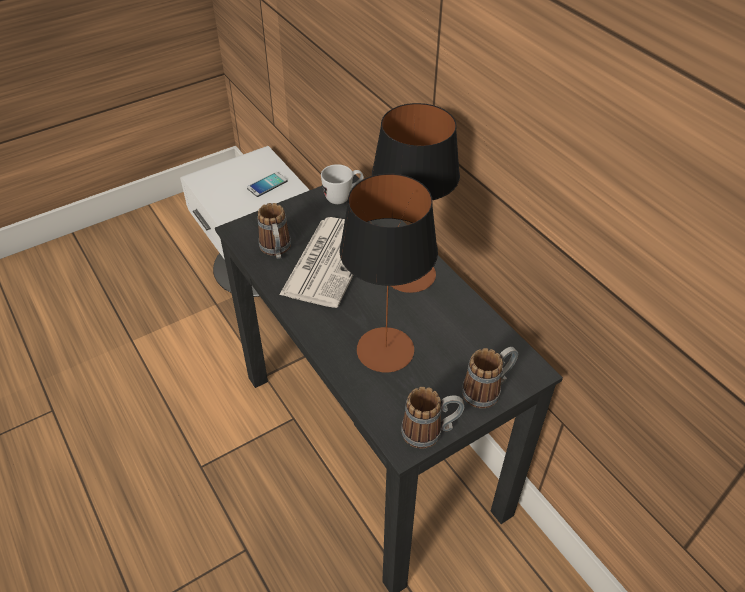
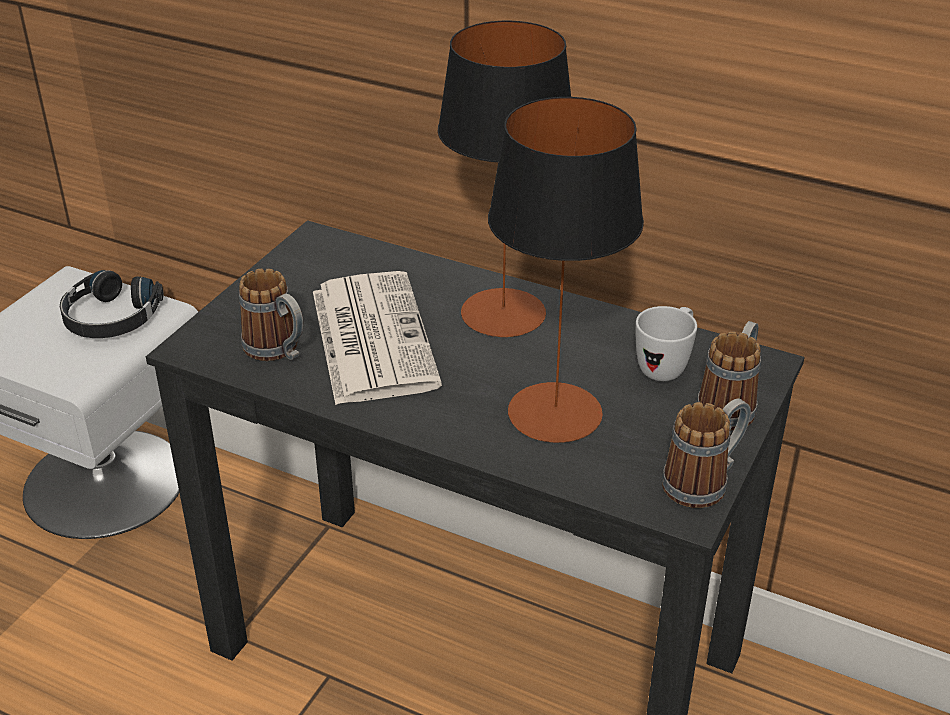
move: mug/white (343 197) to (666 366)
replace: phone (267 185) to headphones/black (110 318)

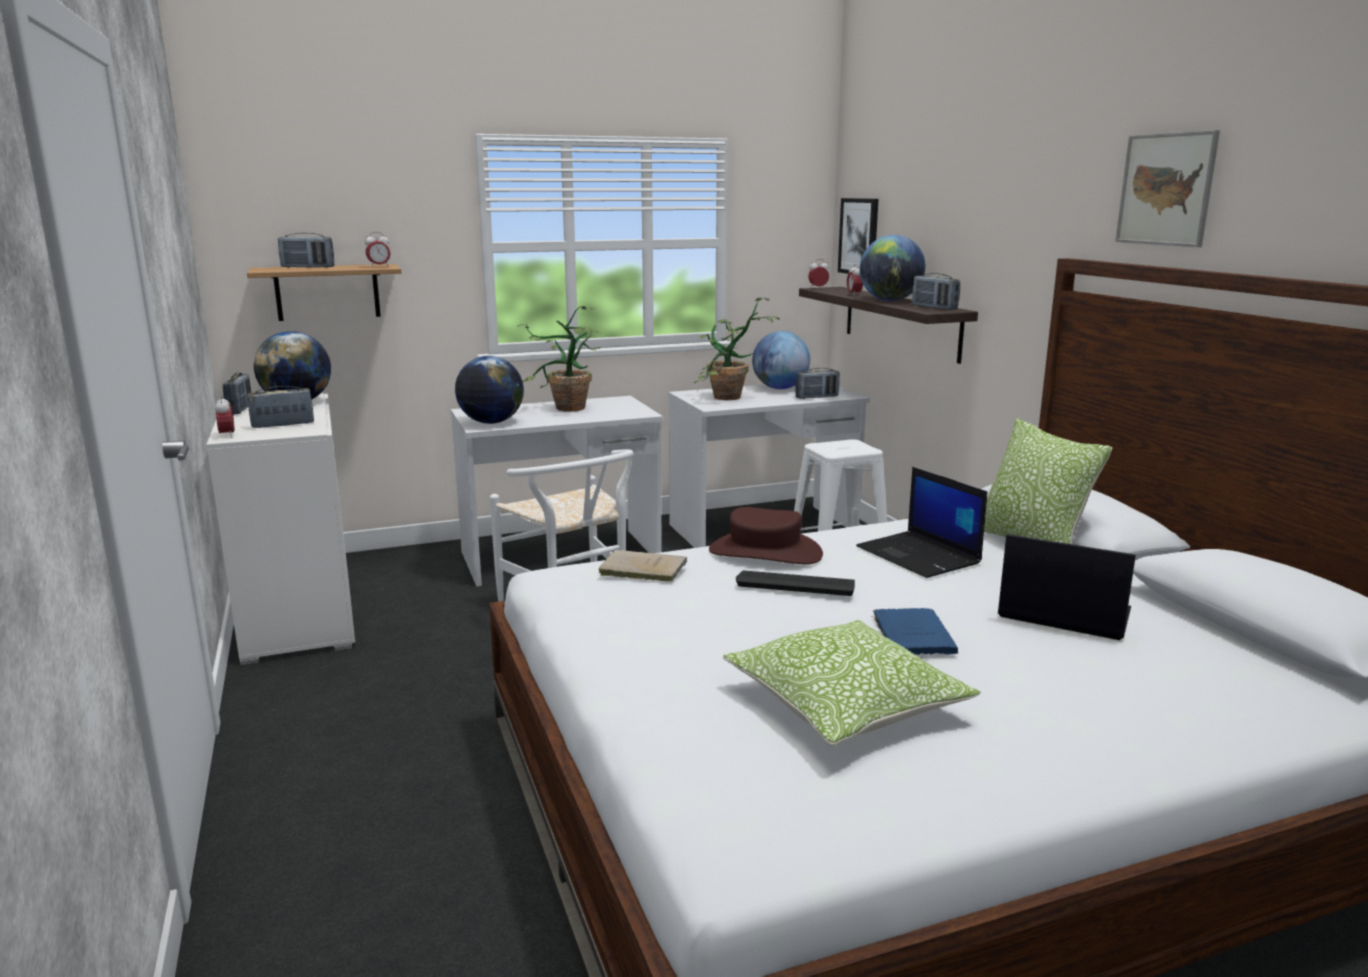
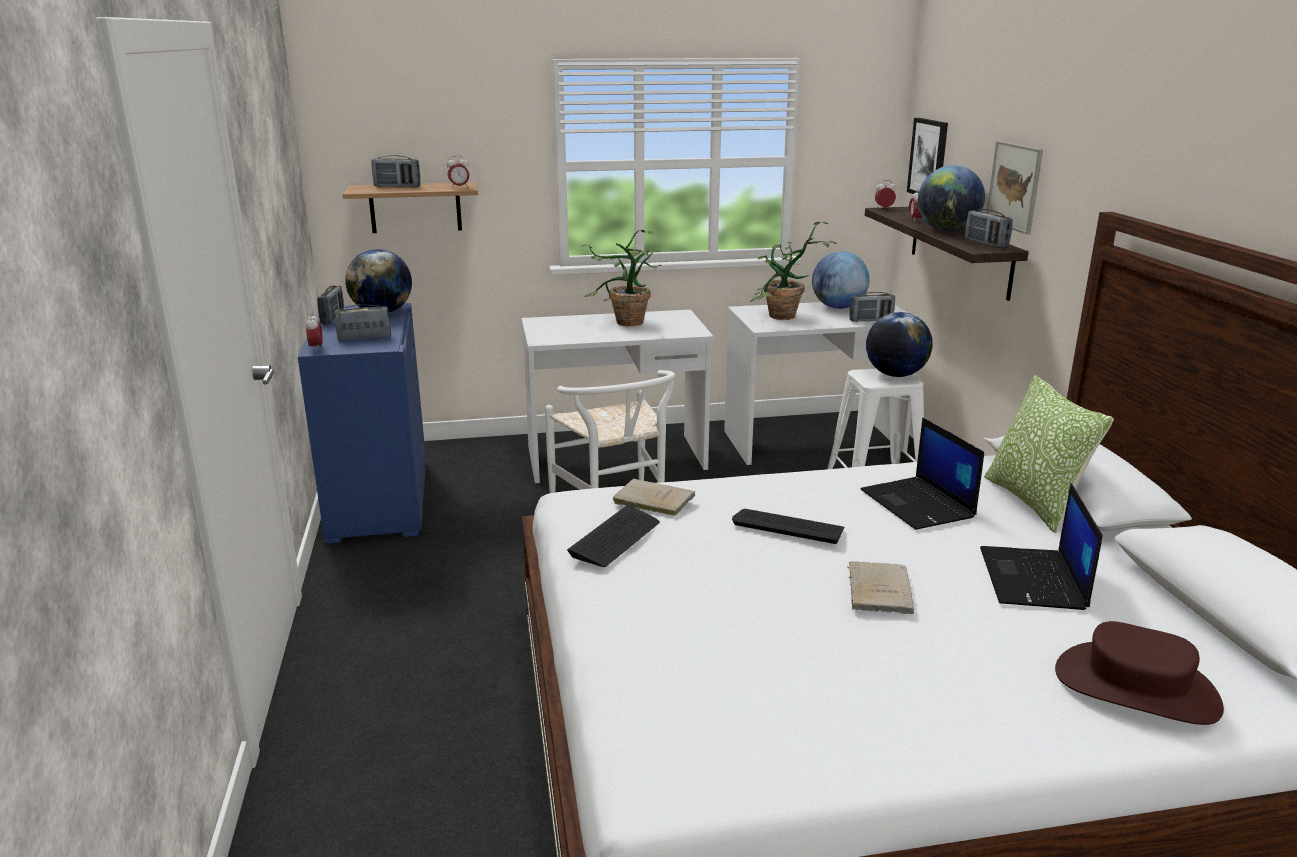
delete: pillow (845 705)
insert: keyboard (615 538)
move: globe (491 422) to (895 375); hat/brown (765 552) to (1135 688); picture (1166 189) to (1014 186)
recolor: dresser/white (297 615) to dresser/blue (377 500); book/blue (912 634) to book/beige (879 589)
rotate: laptop (1062 613) = (1034 579) 120 degrees counterclockwise

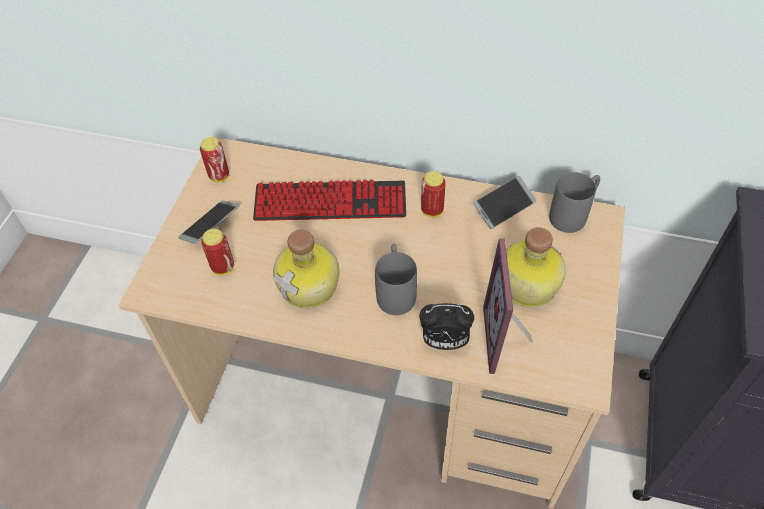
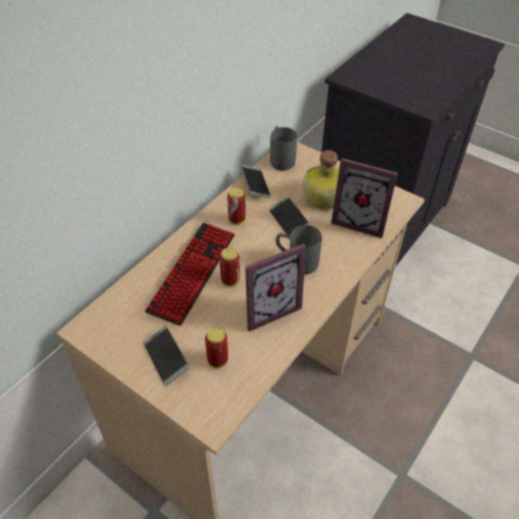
delete: alarm clock (444 342)
insert: phone (288 221)
move: can (219 176) to (230 280)
replace: bottle (311 286) to picture frame (267 307)

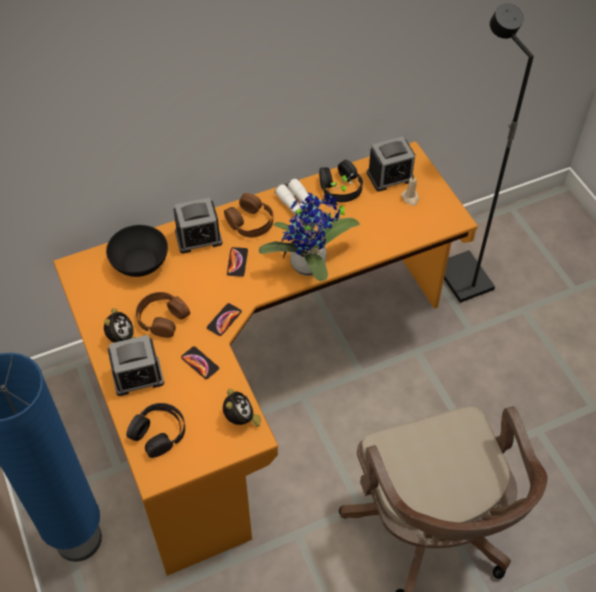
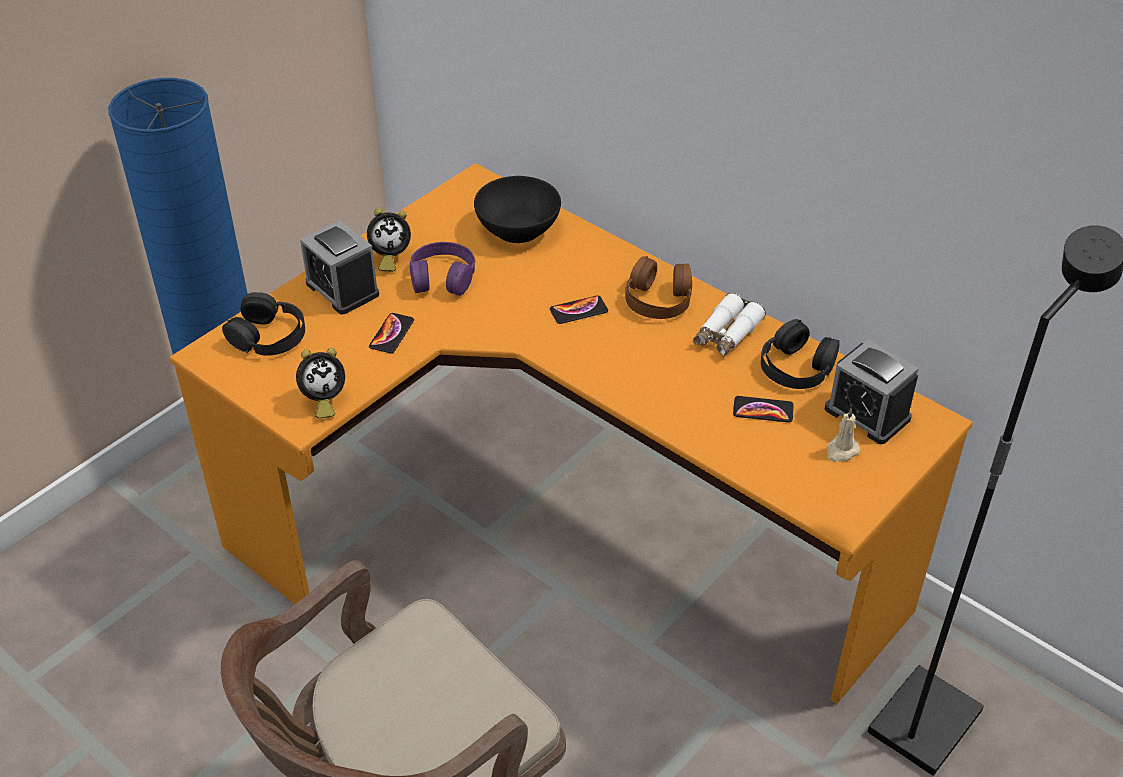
delete: alarm clock (198 238); potted plant (311 267)
move: phone (224 320) to (763 410)
recolor: headphones/brown (162 318) to headphones/purple (442 277)

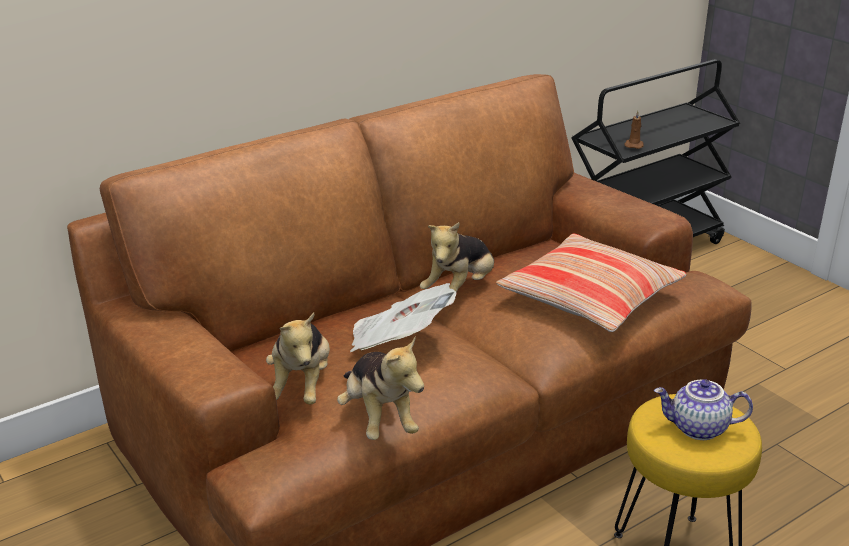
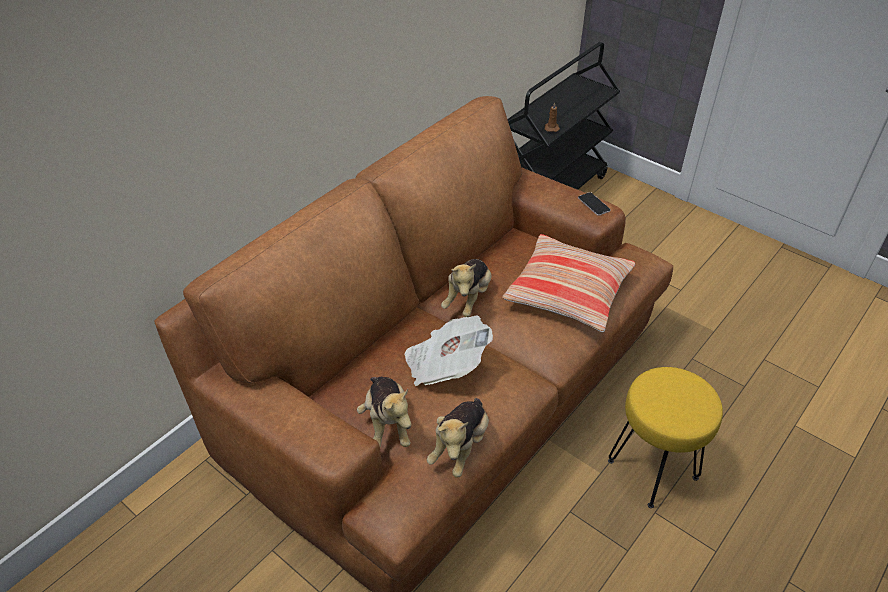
delete: teapot (698 429)
insert: phone (594 204)
rotate: plush toy (378 419) = (460 446) 60 degrees clockwise

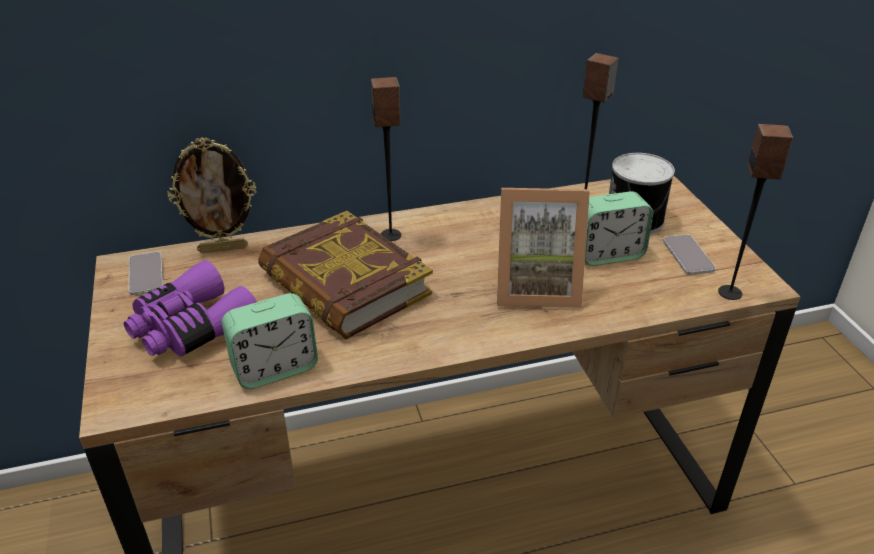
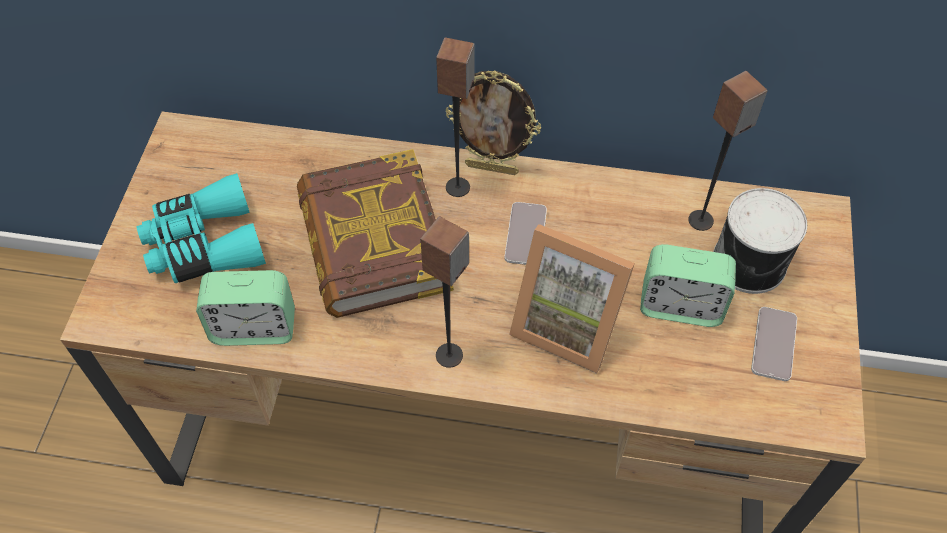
move: phone (146 274) to (525 234); picture frame (223 248) to (492 168); speaker (730 293) to (449 355)
recolor: binoculars/purple (191 328) to binoculars/turquoise (204 244)

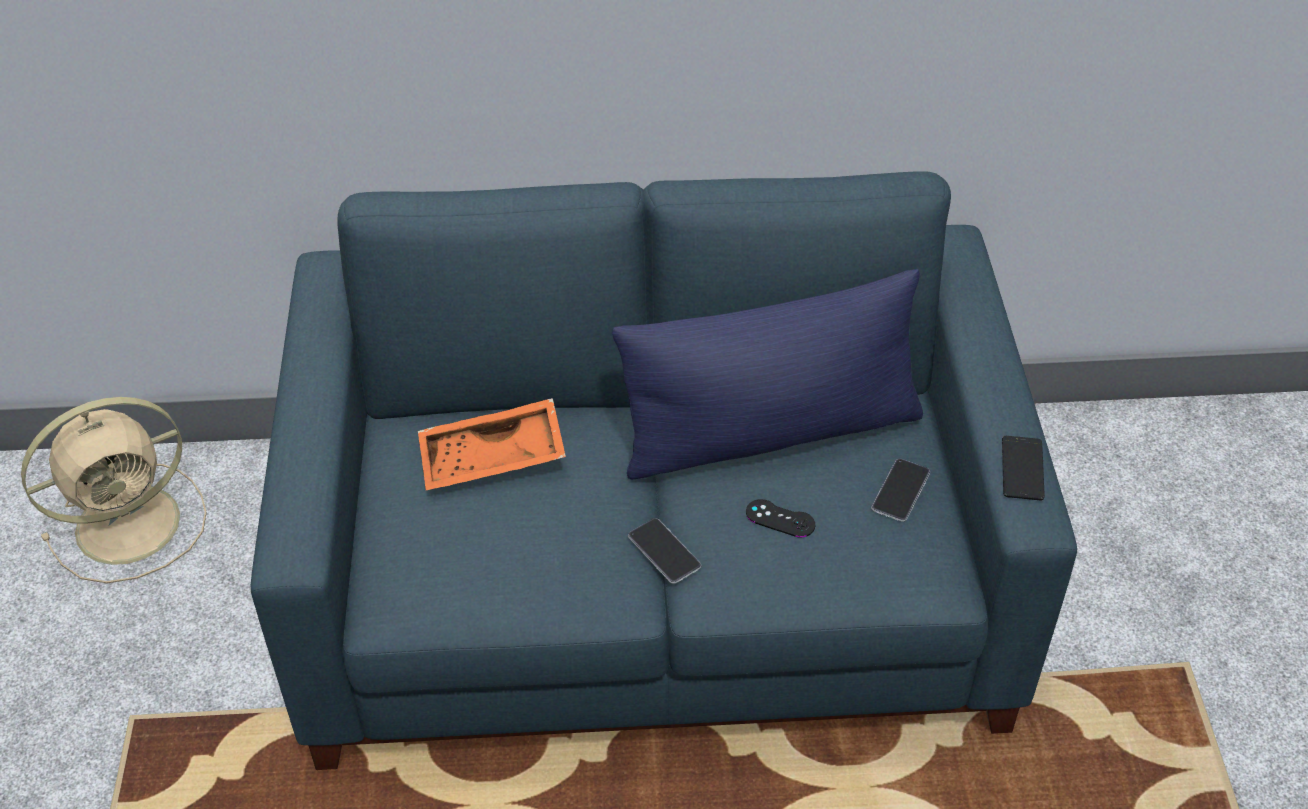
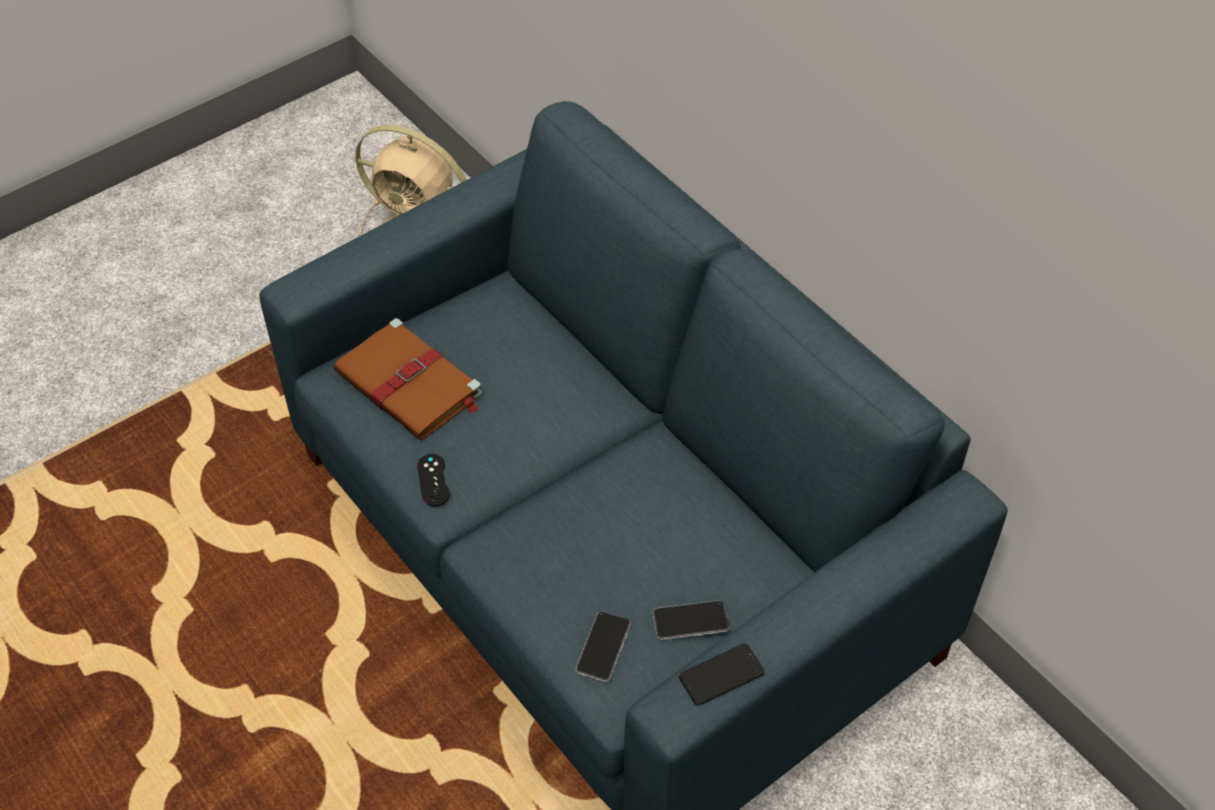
delete: tray/orange (492 460); pillow/blue (770 433)
insert: book/brown (410 385)
move: phone (664 552) to (603 647); game controller/black (780 518) to (433 480)

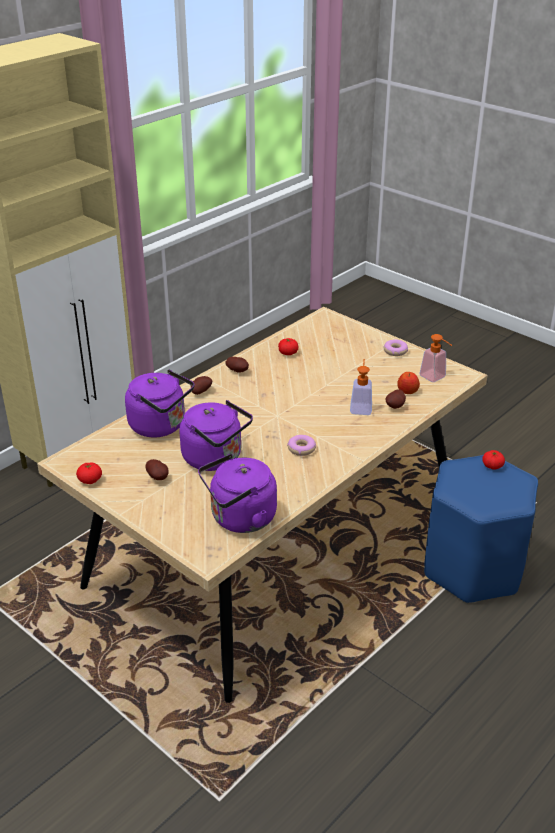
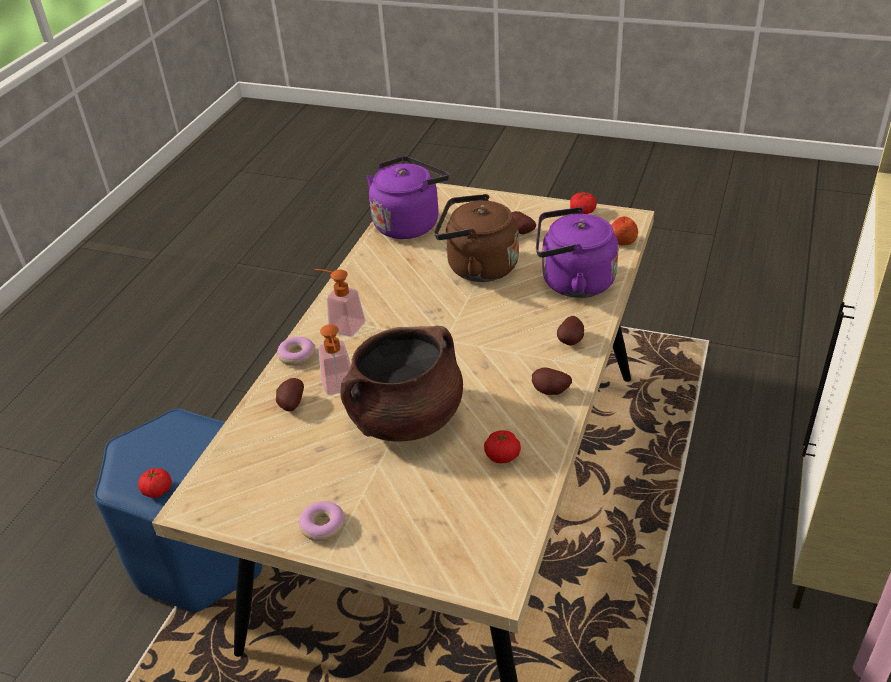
insert: cooking pot/brown (406 419)
move: donut (301 449) to (297 355); apple (407 391) to (622 241); soap dispenser (435 378) to (341 325)
recolor: kettle/purple (216 458) to kettle/brown (477 267)

